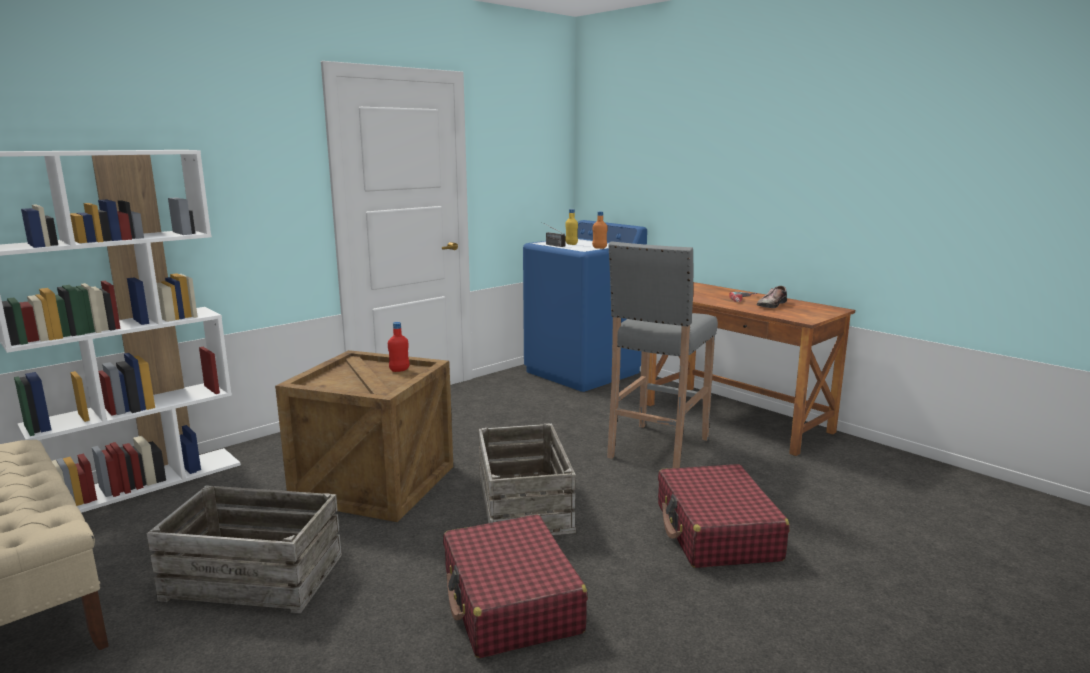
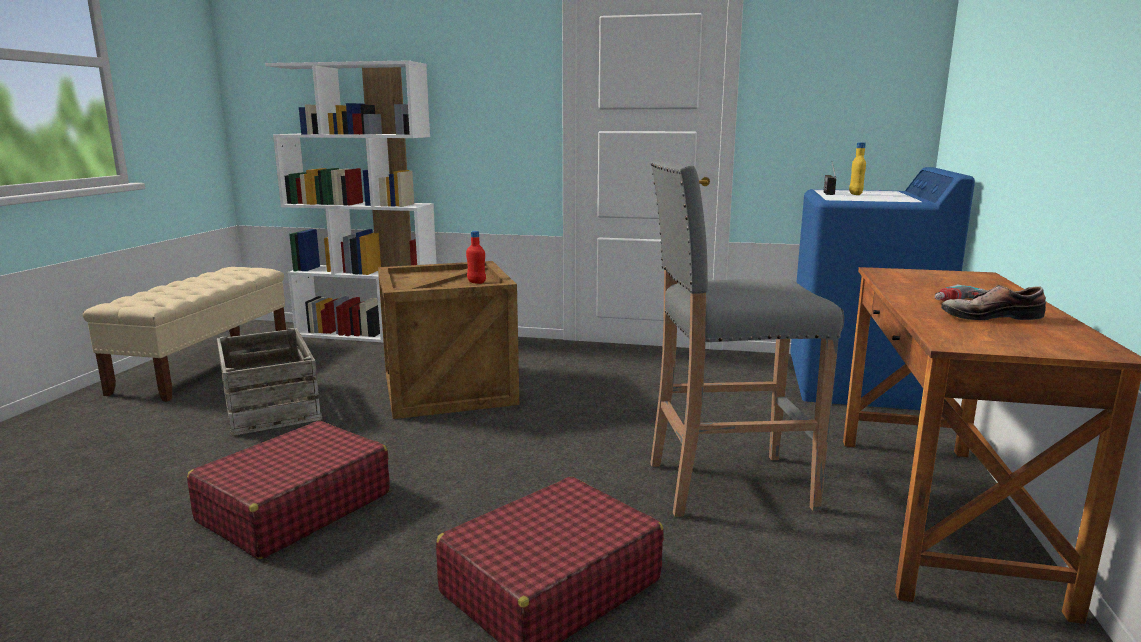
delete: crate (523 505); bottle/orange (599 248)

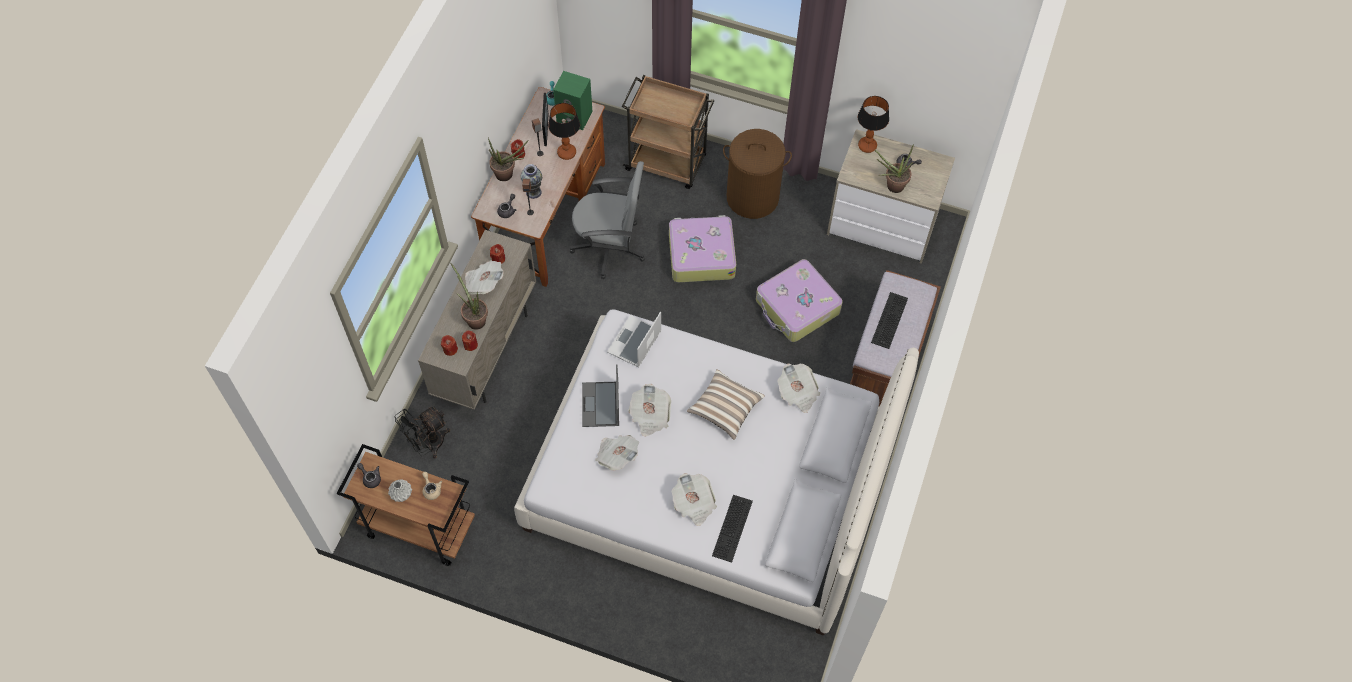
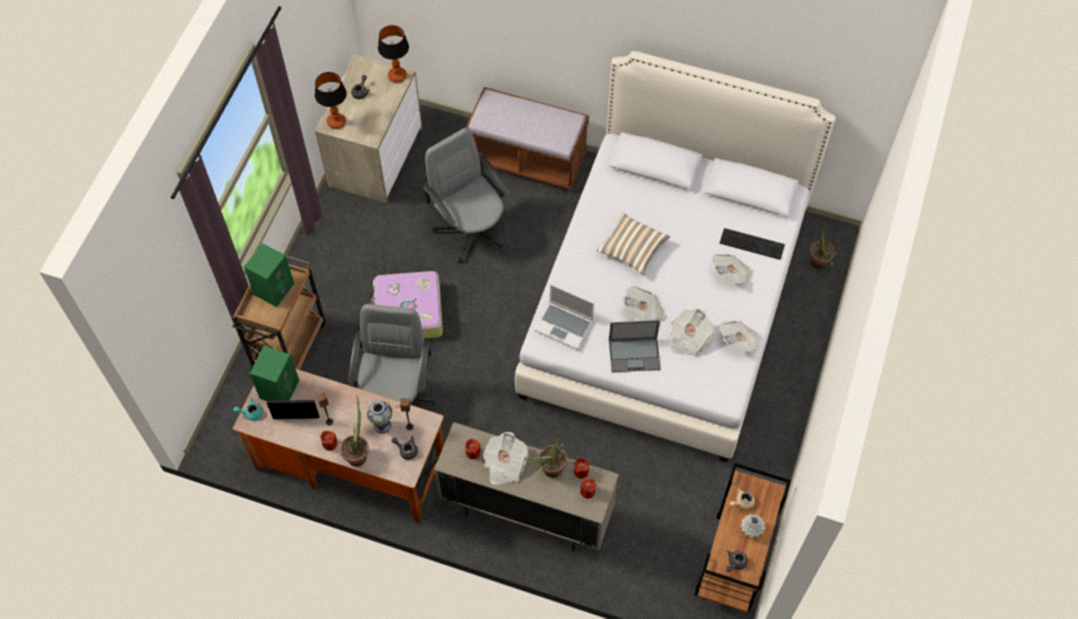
delete: fan/black (428 444); laundry basket/brown (752 197); keyboard (888 319)
insert: speaker/green (274 288)
move: table lamp (567 152) to (397 76); newspaper (798 393) to (739 341); potted plant (891 186) to (819 265)
replace: suitcase (797 307) to office chair/grey (471 229)

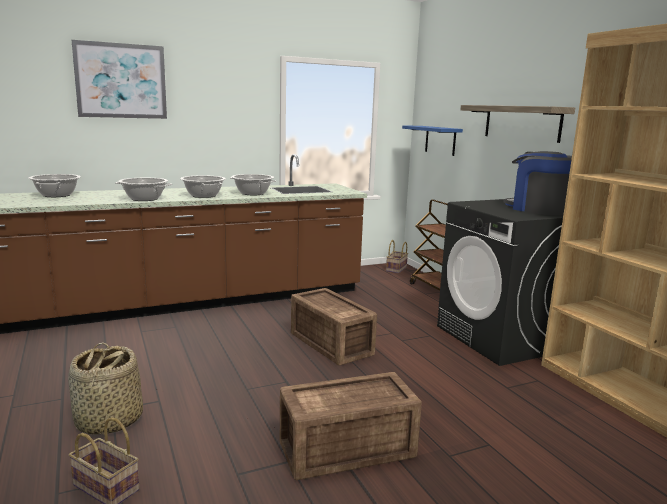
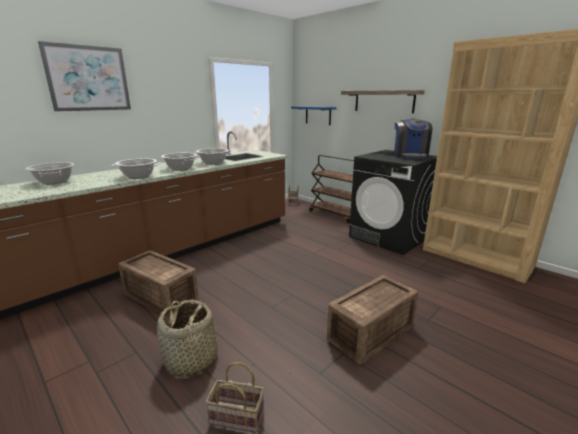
move: crate (331 343) to (161 296)
rotate: coffee machine (539 209) = (410 156) 120 degrees counterclockwise

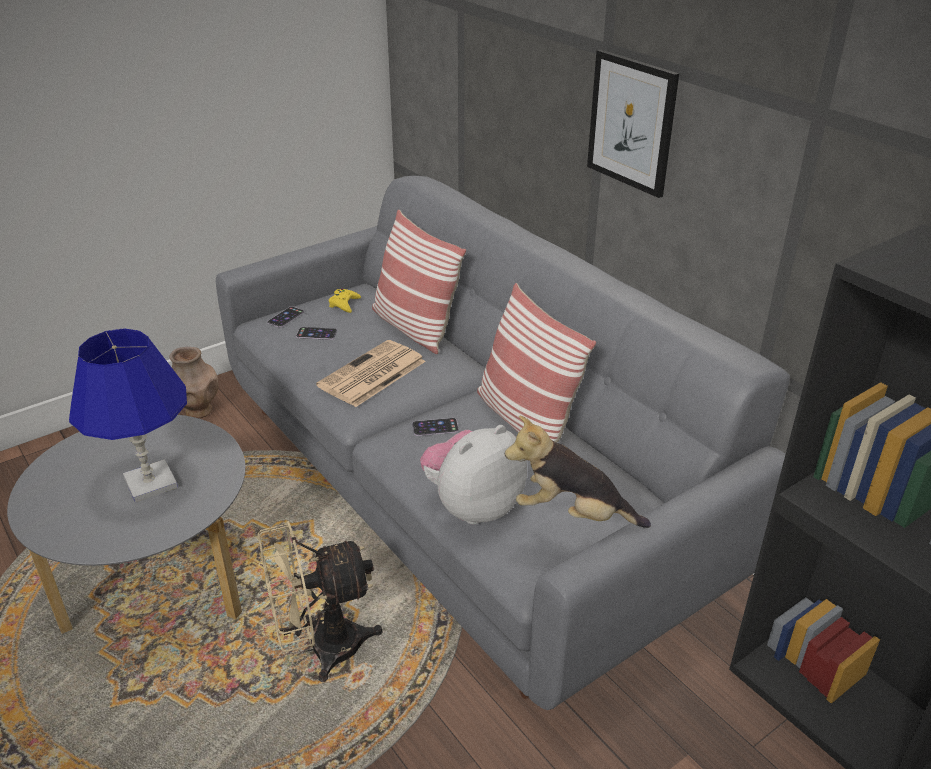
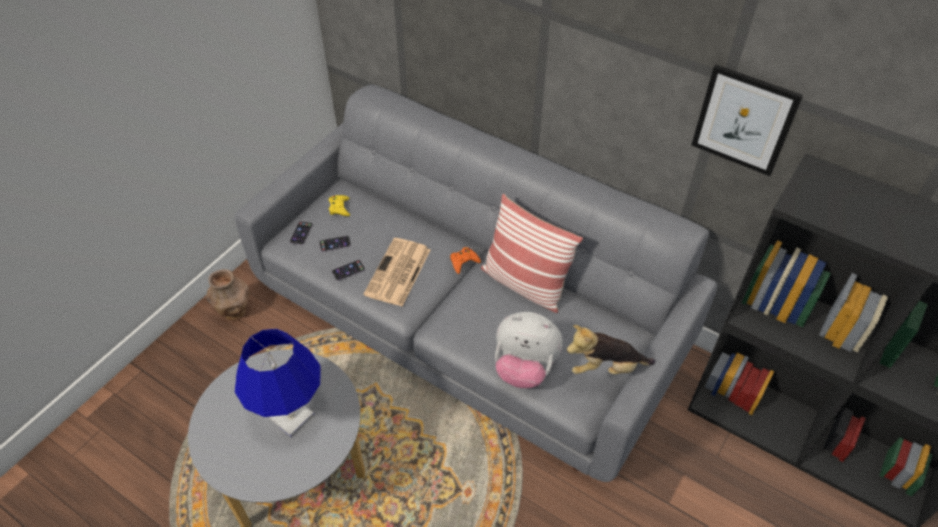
delete: fan/beige (321 649); pillow (414 327)
insert: game controller/orange (463 262)
move: phone (435 427) to (348 270); picture (631 123) to (744 120)
rotate: plush toy (473 506) = (524 368) 105 degrees counterclockwise

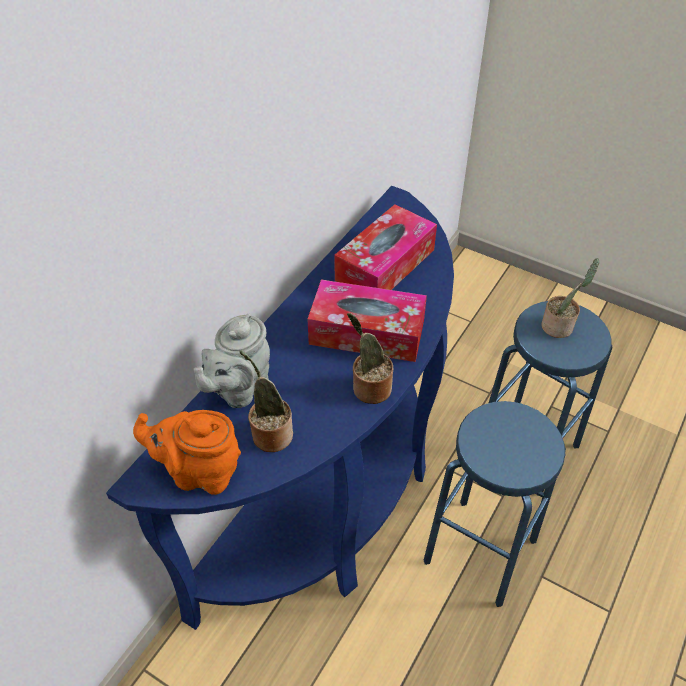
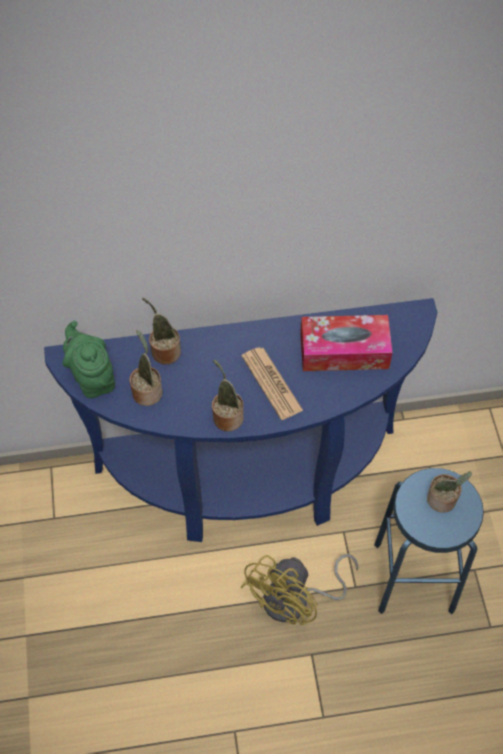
replace: teapot/grey (238 389) to potted plant (164 351); tissue box (367 332) to newspaper (271 383); stool/blue (480 550) to fan/yellow (295 601)
recolor: teapot/orange (200 472) to teapot/green (92 378)

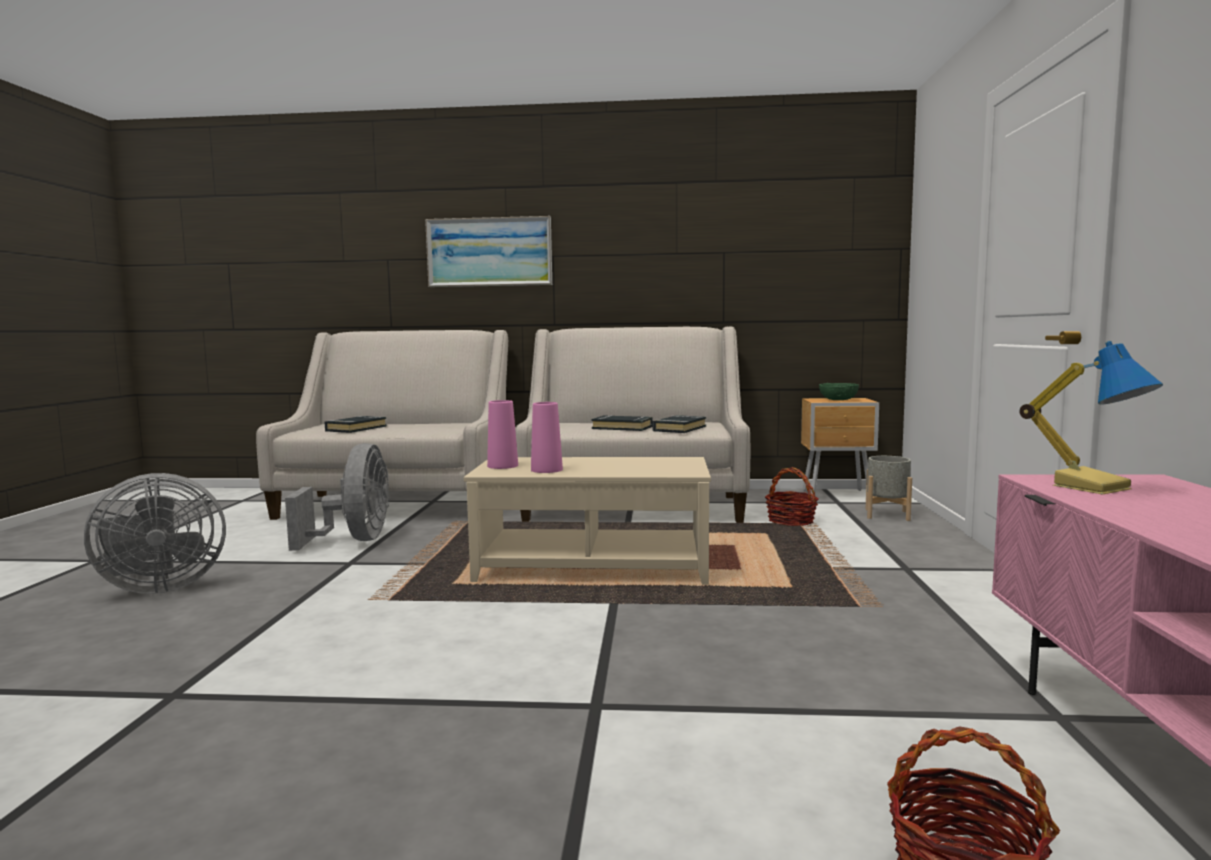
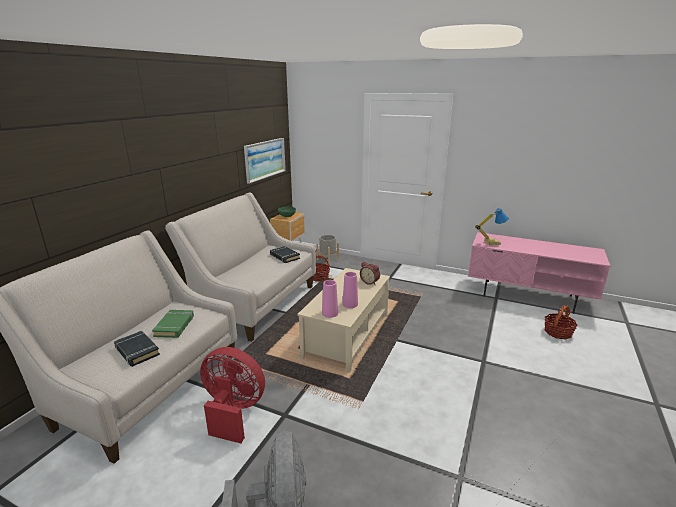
delete: book/black (622 428)
insert: book/green (174 326); alarm clock (370 282)
move: picture (489 252) to (265 159)
recolor: fan/grey (355 540) to fan/red (233 411)

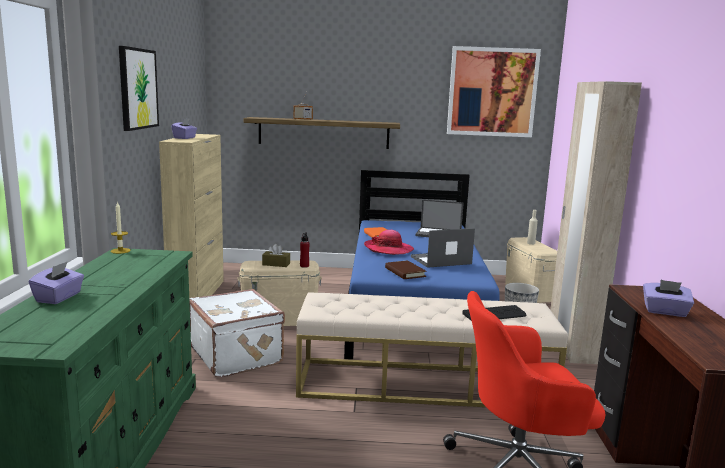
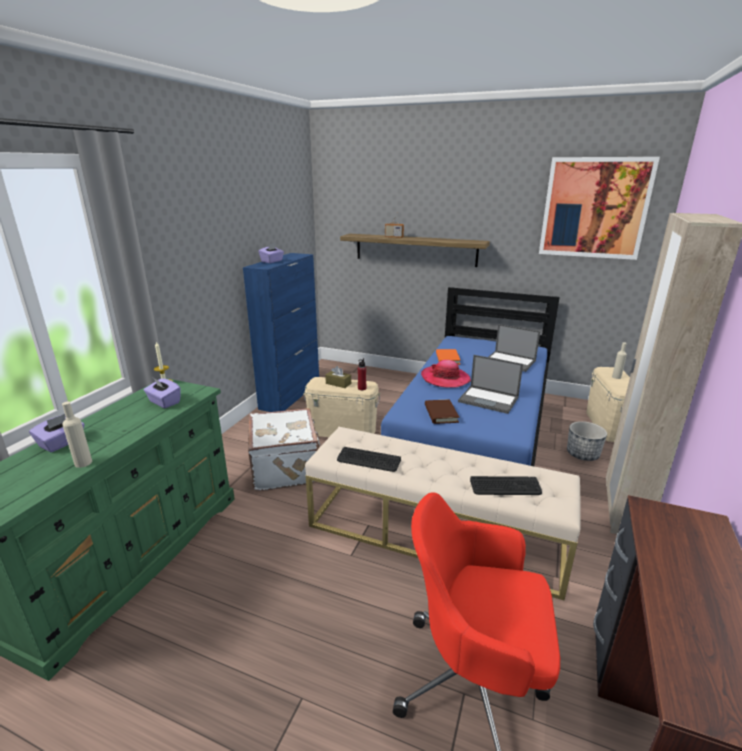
delete: picture (137 88)
insert: bottle/beige (83 463); keyboard (368 460)
move: tissue box/purple (665 312) to (164 402)
recolor: cabinet/beige (197 295) to cabinet/blue (291 394)
rotate: laptop (440 260) = (489 399) 150 degrees counterclockwise

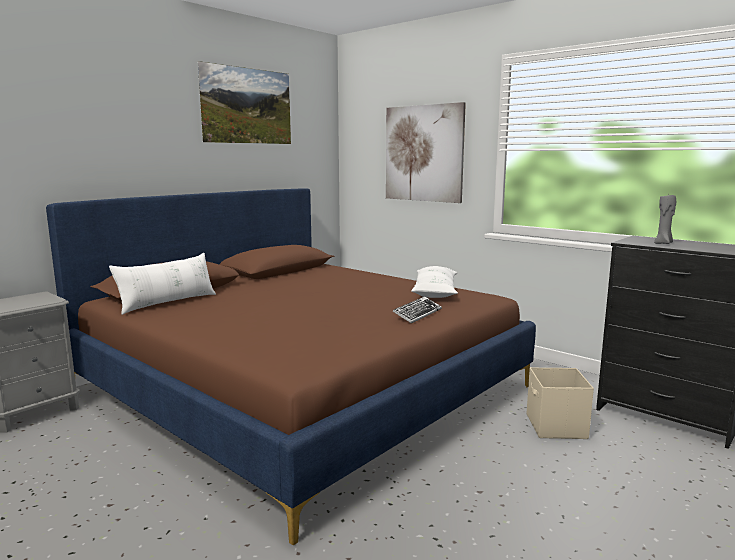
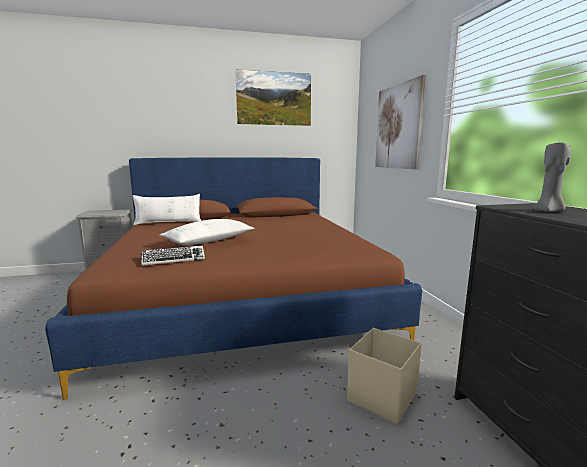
move: keyboard (417 314) to (174 259); pillow/white (435 292) to (209 241)

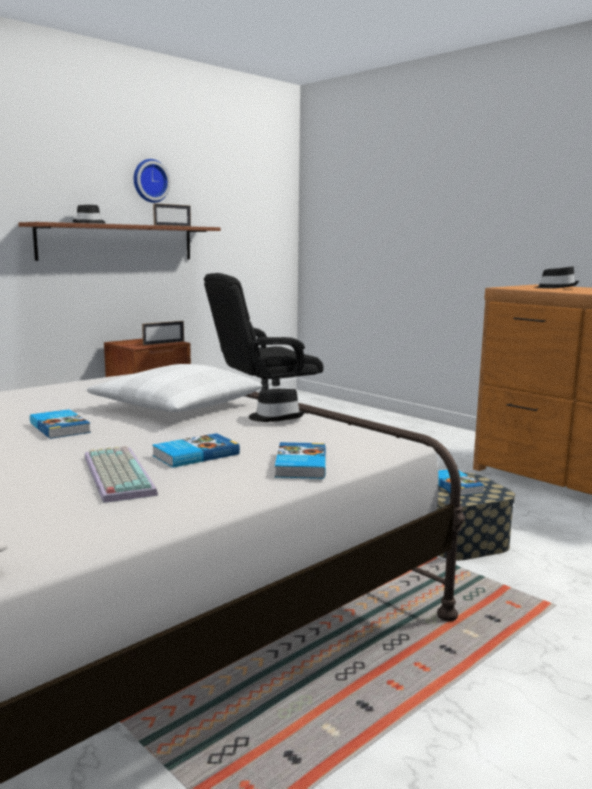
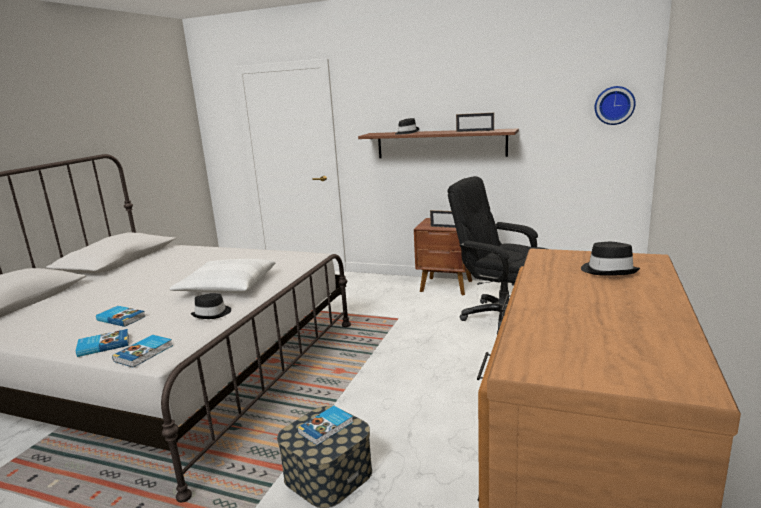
delete: keyboard (115 474)
move: book (61 427) to (145 353); wall clock (150 181) to (614 105)

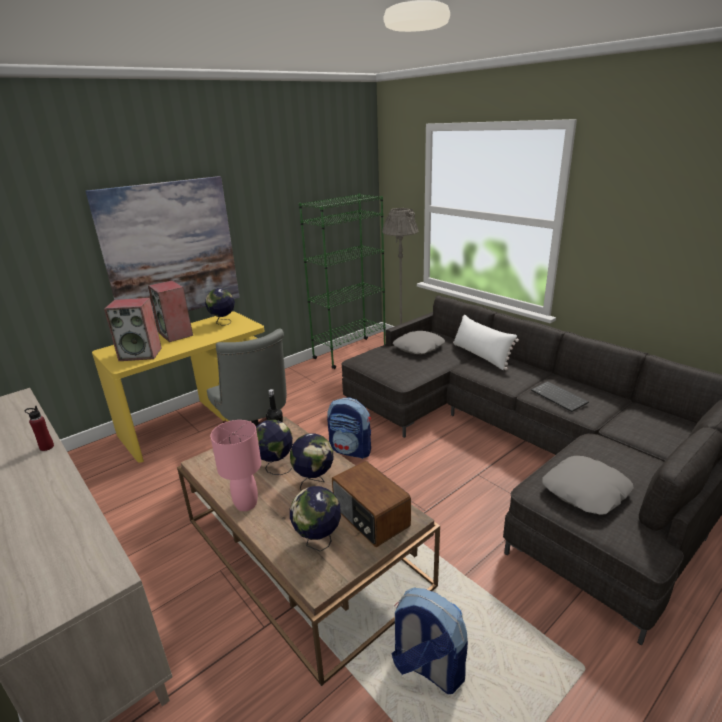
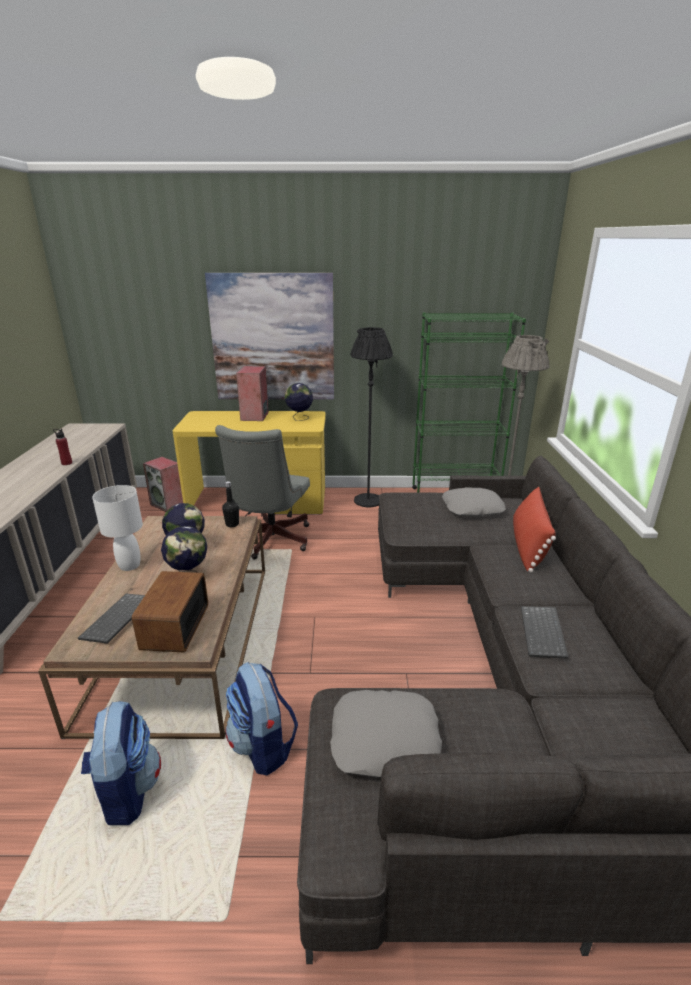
insert: floor lamp/black (368 500)
move: speaker (141 354) to (168 504); backpack (351 450) to (263 746)
replace: globe (318 542) to keyboard (118 620)
recolor: table lamp/pink (246 504) to table lamp/white (130 565); pillow/white (481 356) to pillow/red (528 545)

